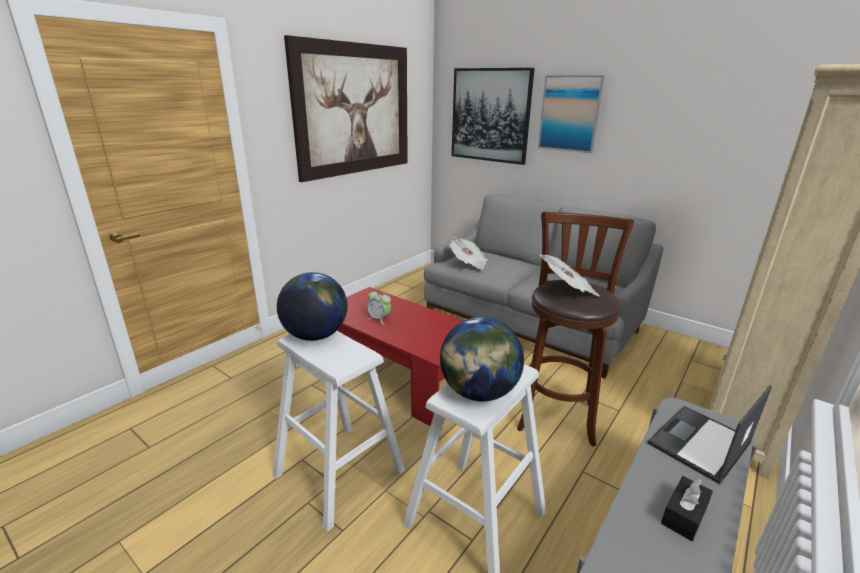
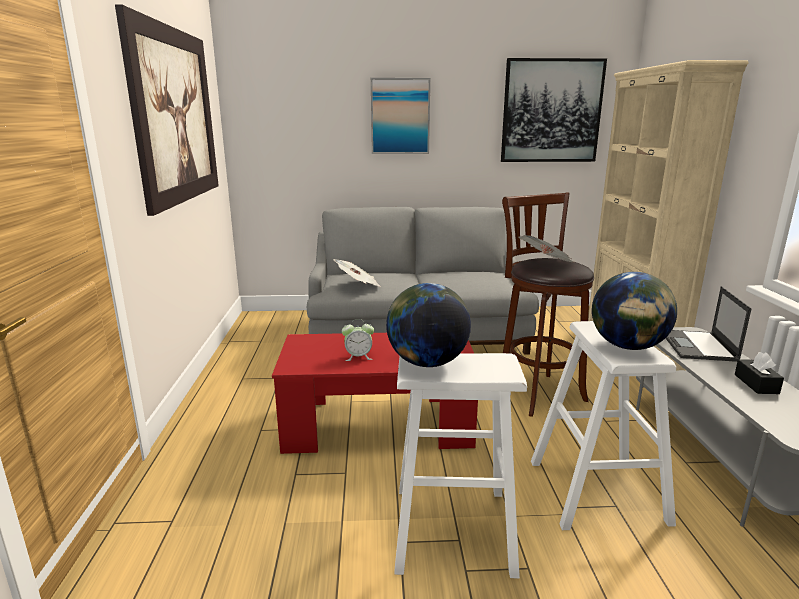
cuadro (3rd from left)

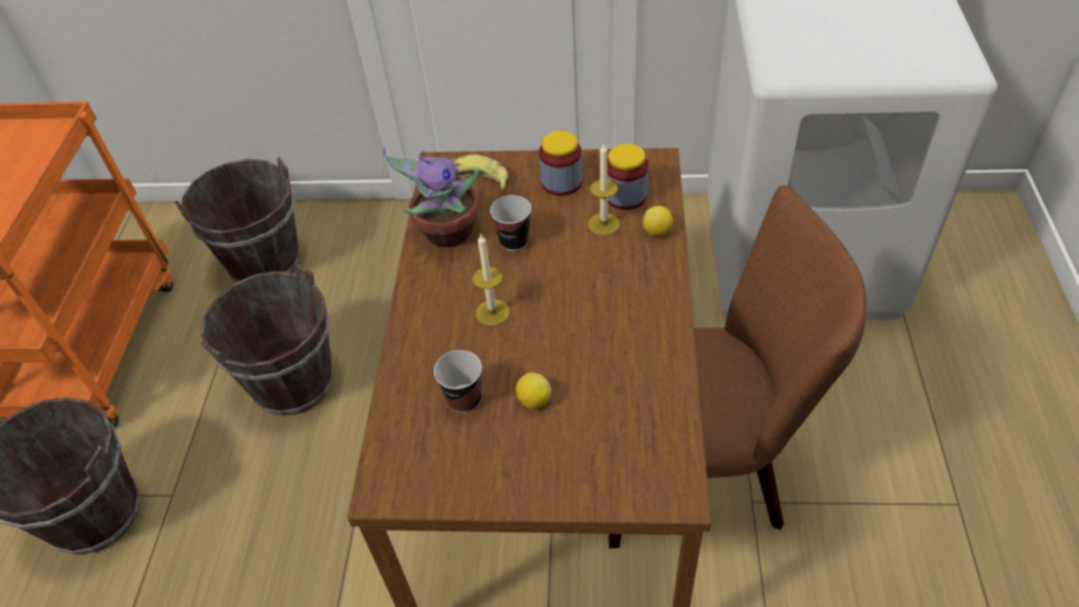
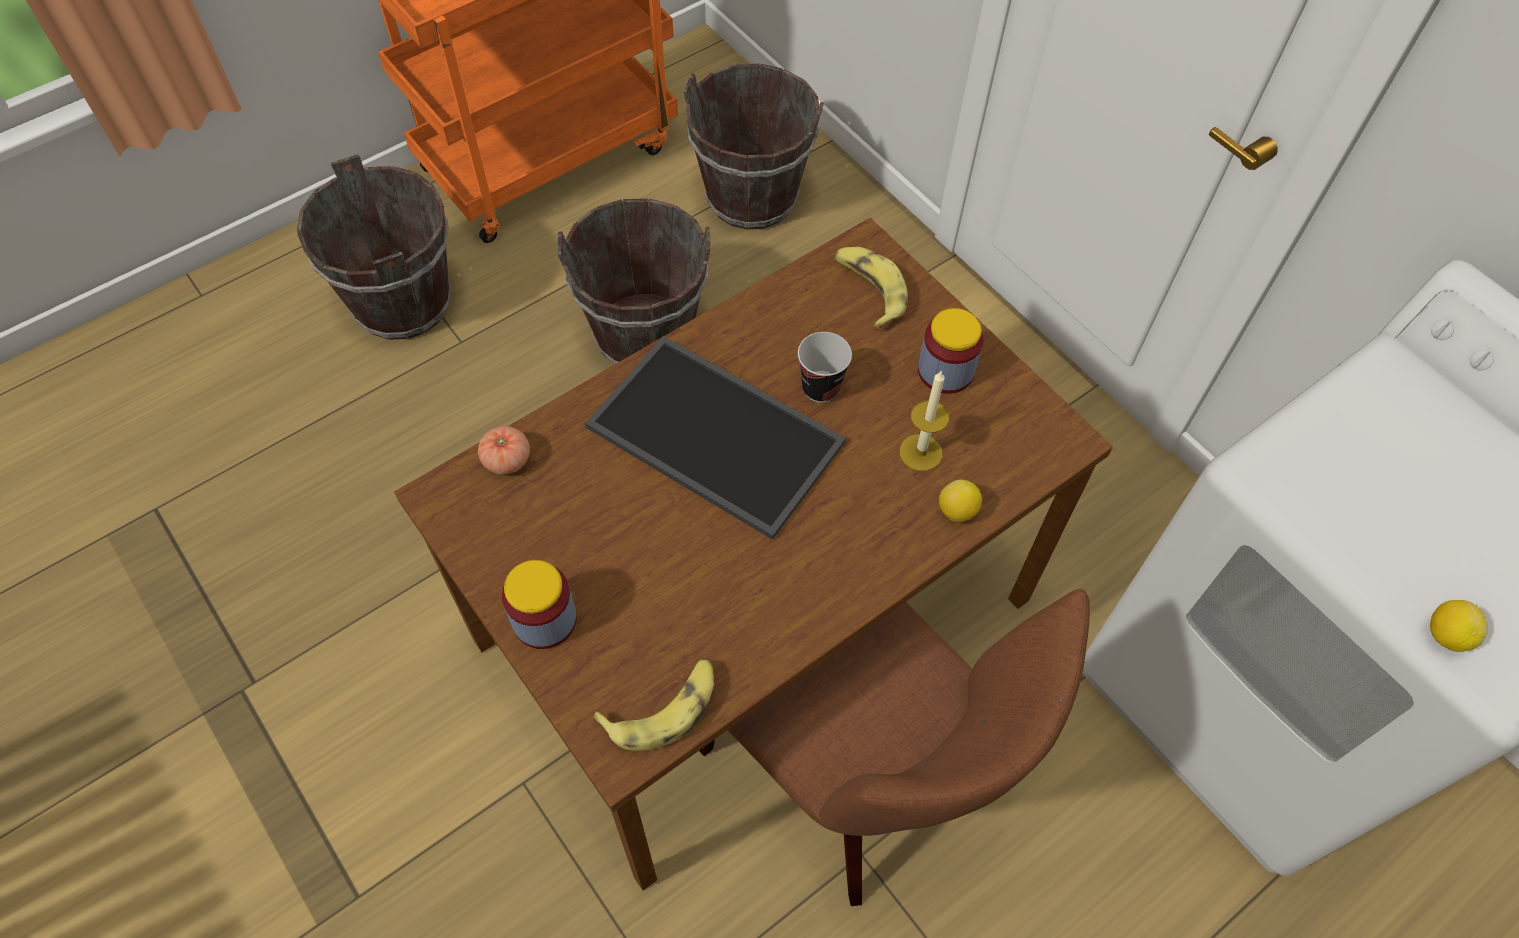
tarro (1st from left)
planta en maceta
bandeja
taza (1st from left in the first image)
limón (2nd from left)
tomate
plátano (1st from left)

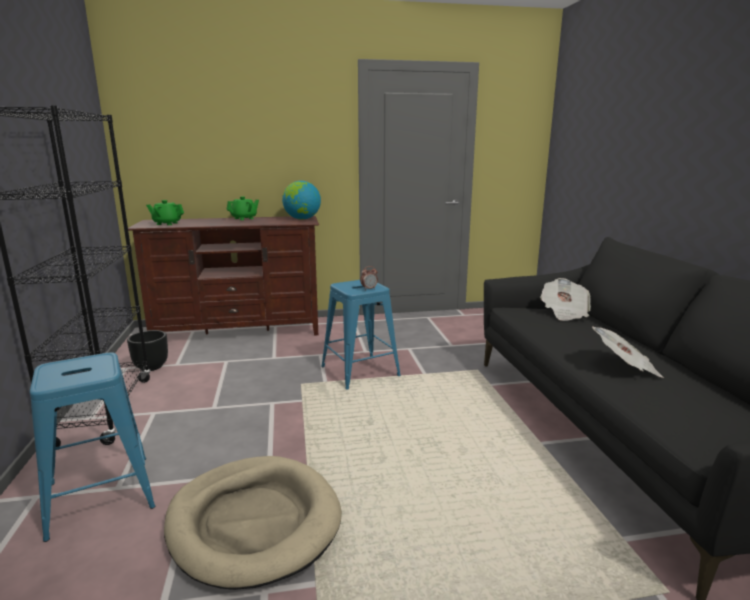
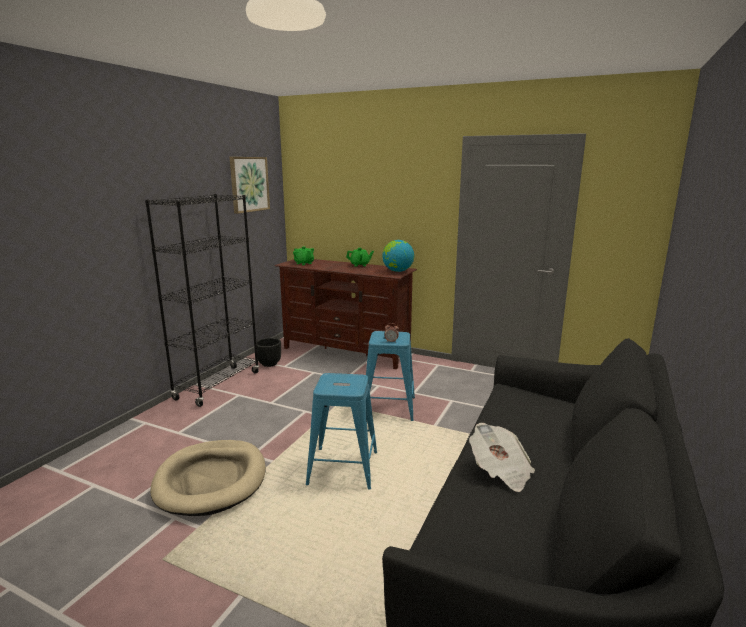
periódico (1st from left in the first image)
taburete/azul (1st from left)
cuadro

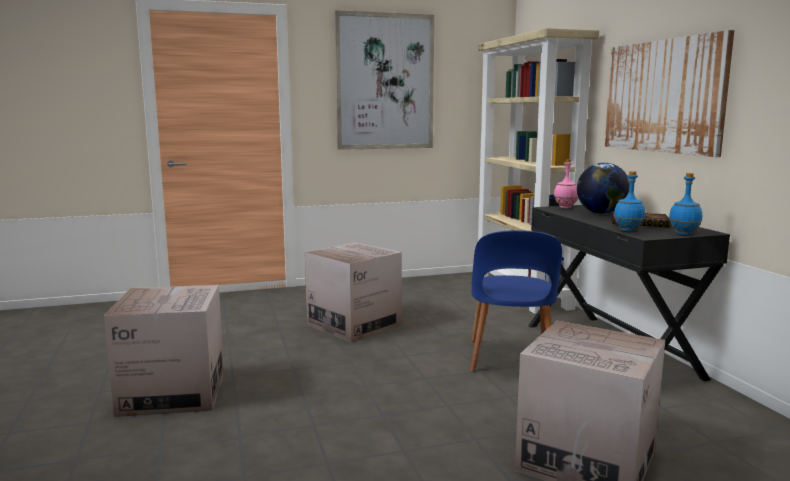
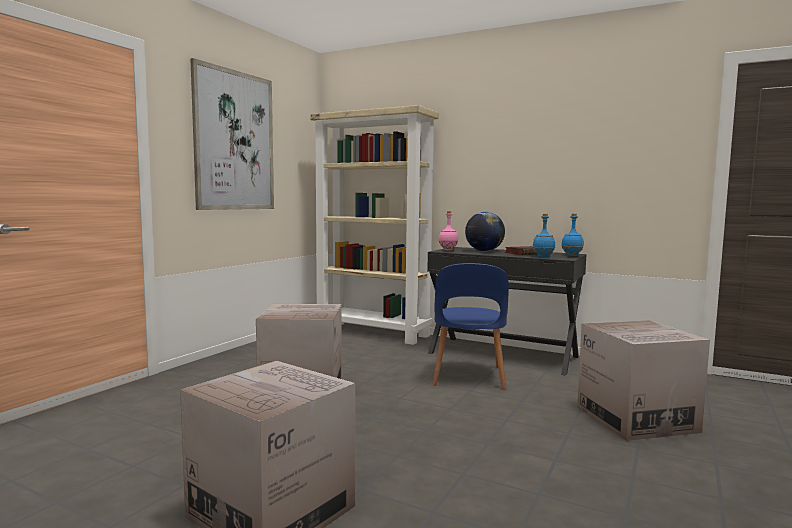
cuadro (2nd from left in the first image)
silla/azul

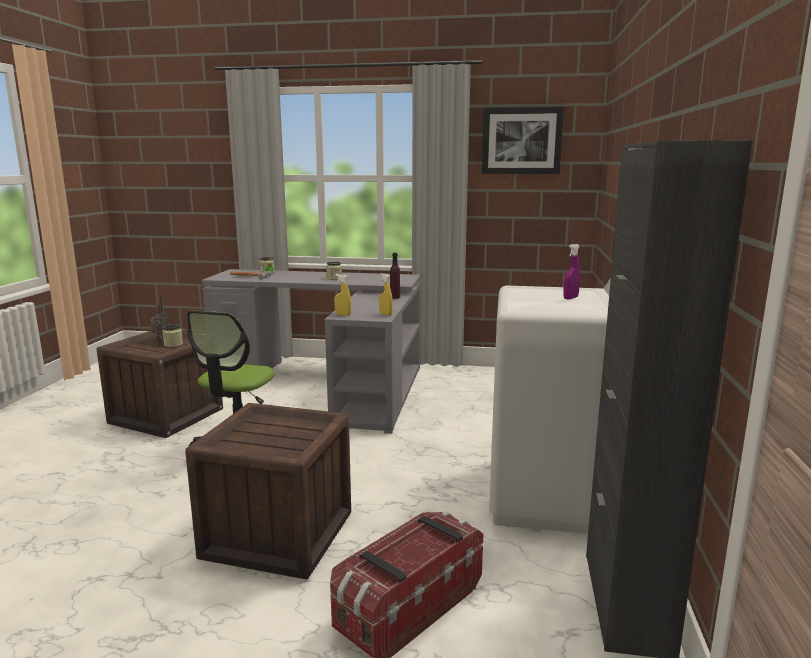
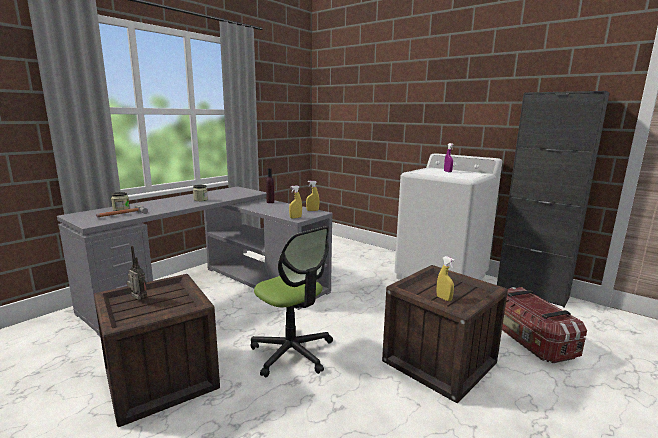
cuadro
tarro (1st from left in the first image)
pulverizador/amarillo (3rd from left)

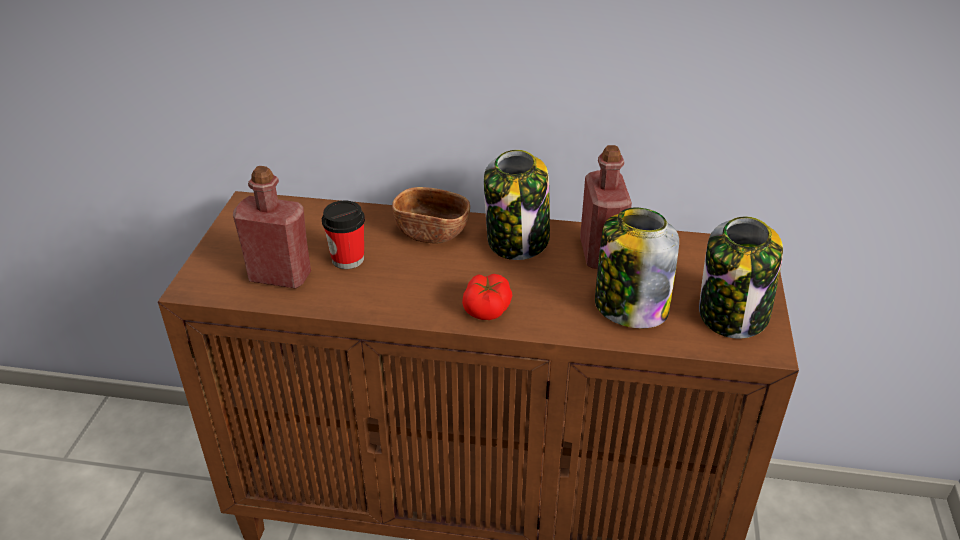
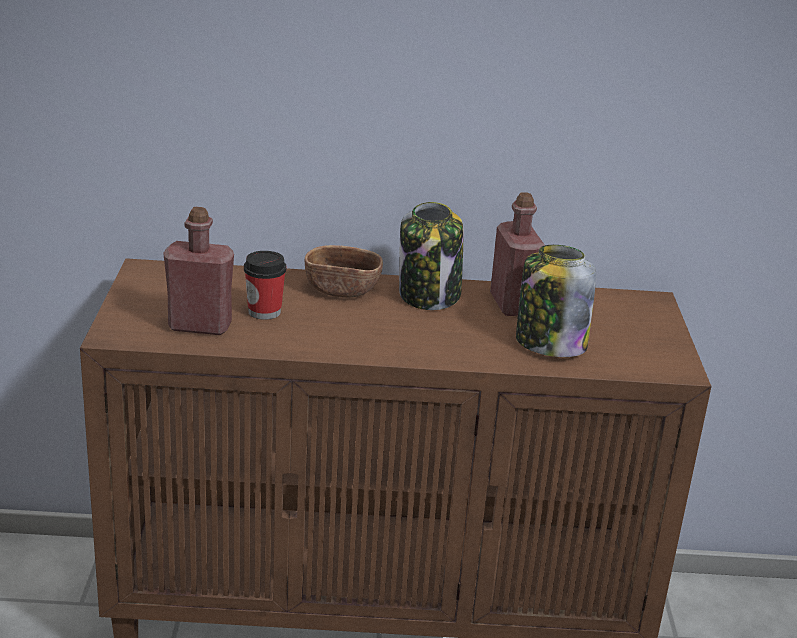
tarro (3rd from left in the first image)
tomate

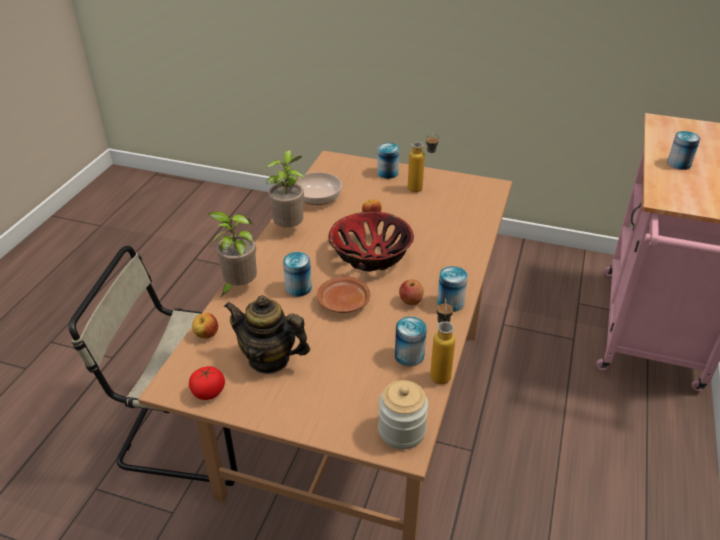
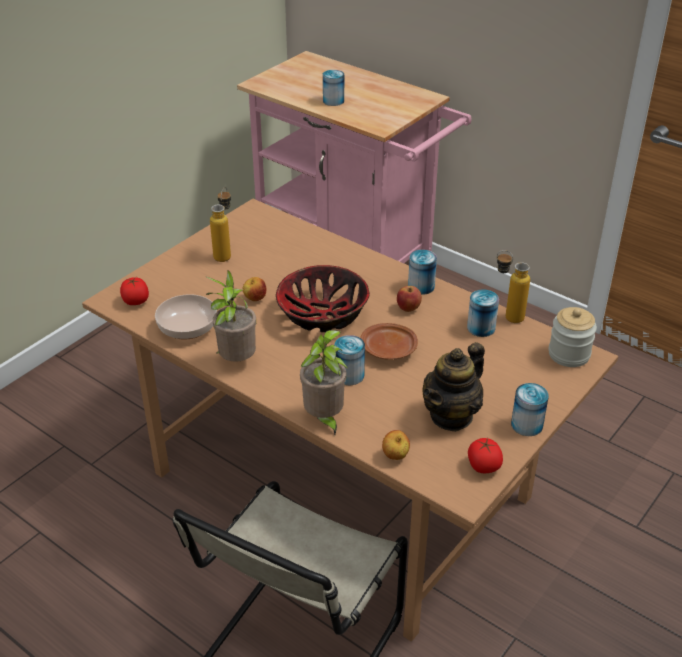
lata (5th from left)
tomate (1st from left)

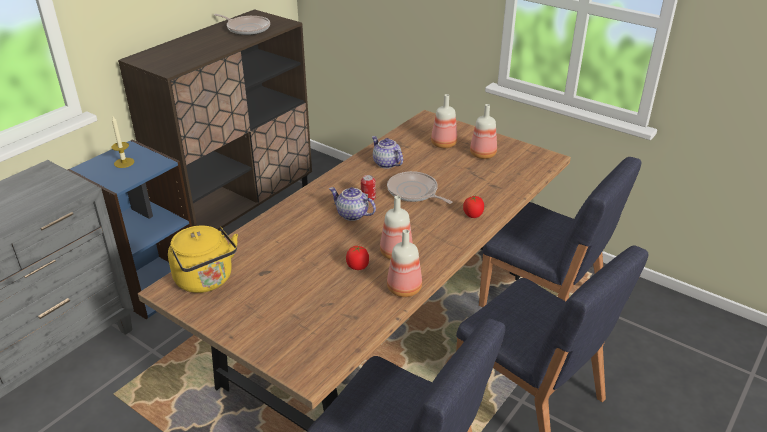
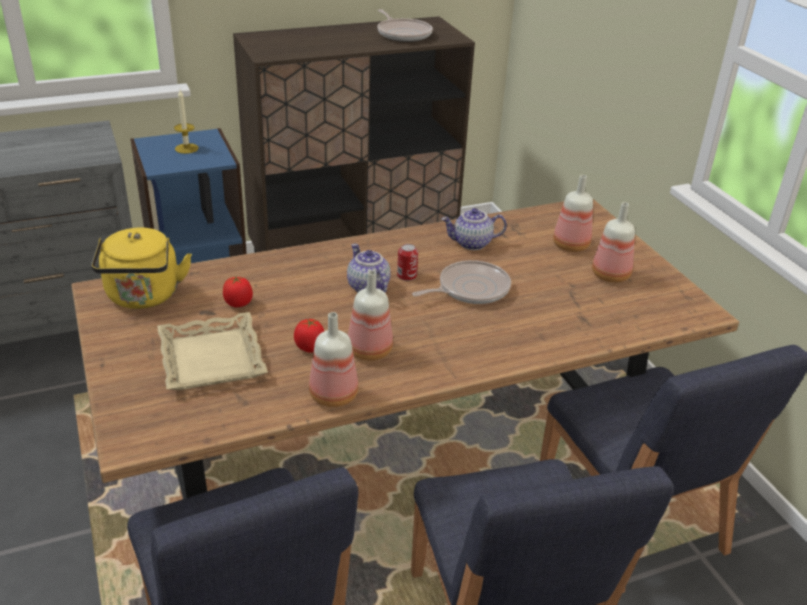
tetera (2nd from left)
sartén (2nd from left)
tomate (1st from left)
bandeja/beis

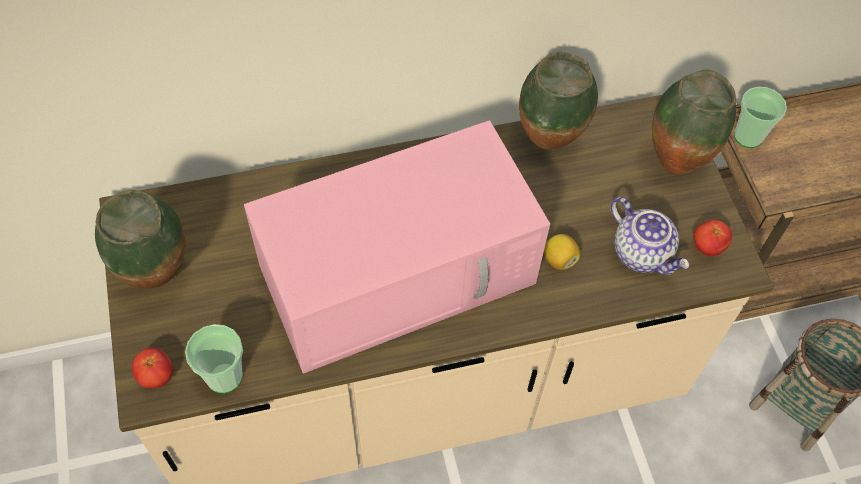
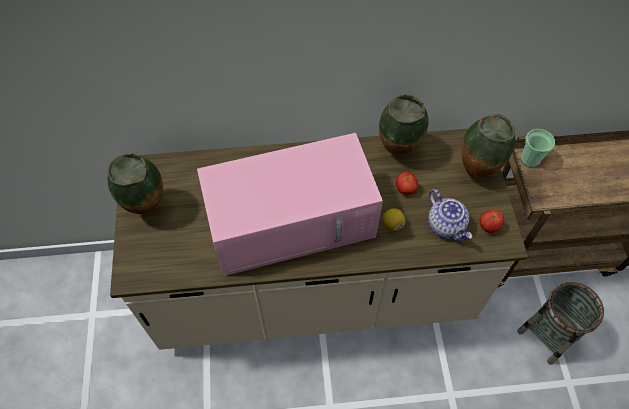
taza (1st from left in the first image)
tomate (1st from left)

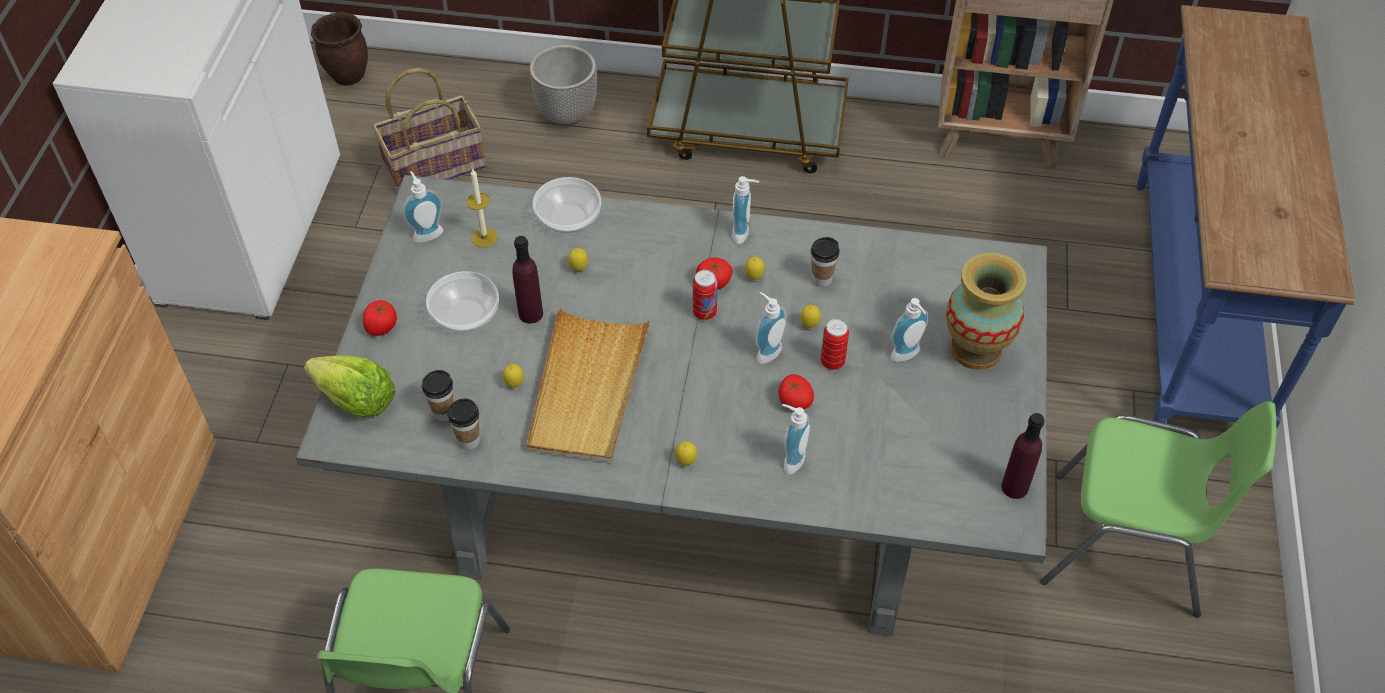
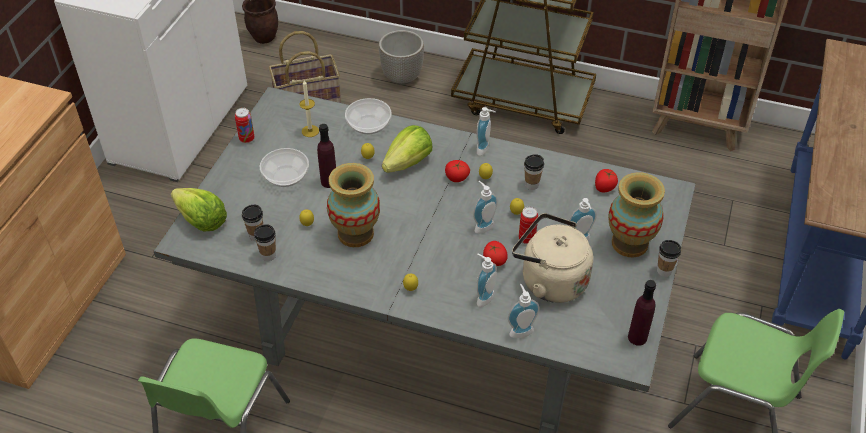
dispensador de jabón (4th from left)
lata (1st from left)
tomate (3rd from left)
florero (1st from left)
lechuga (2nd from left)
hervidor/beis
taza (4th from left)

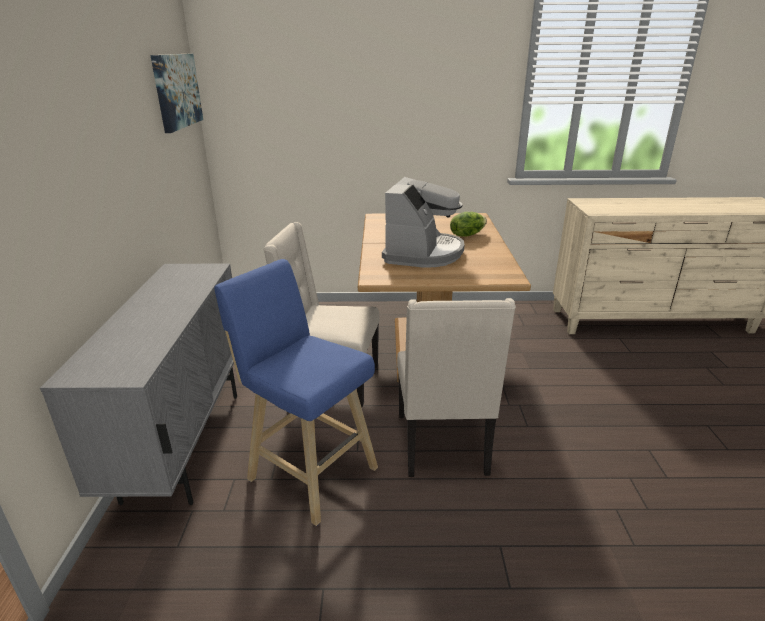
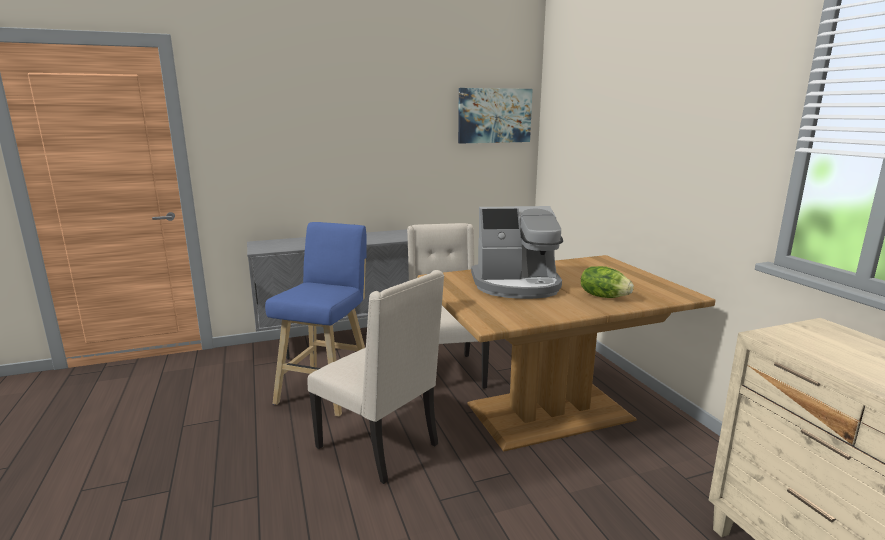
silla/beis (1st from left)

